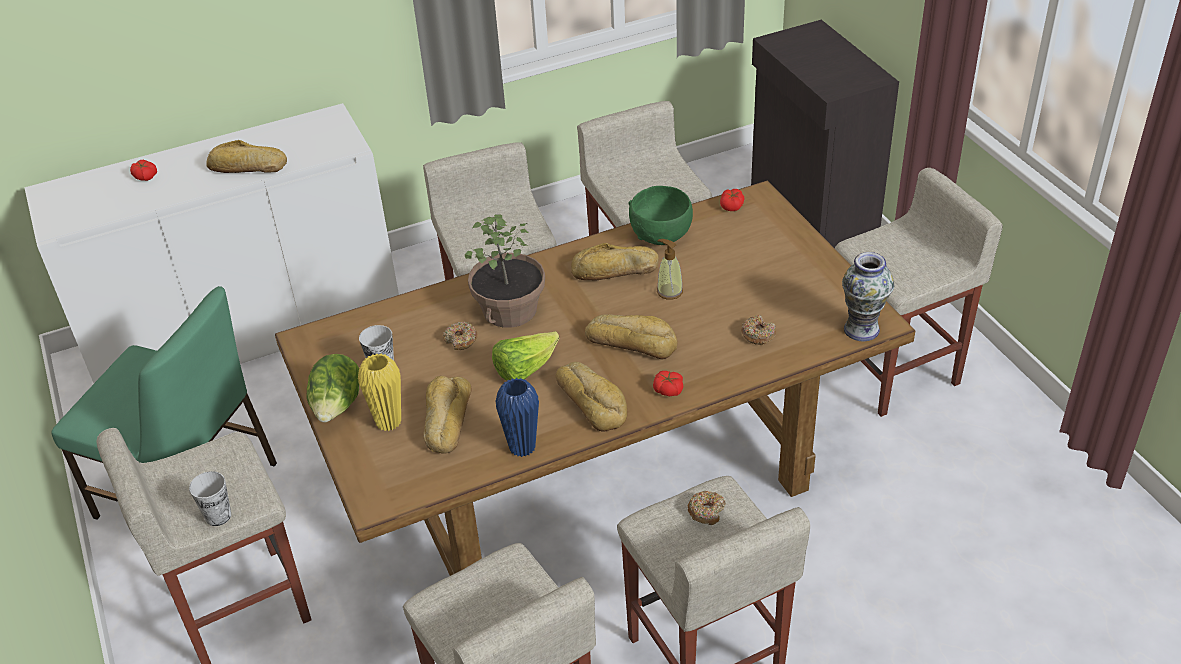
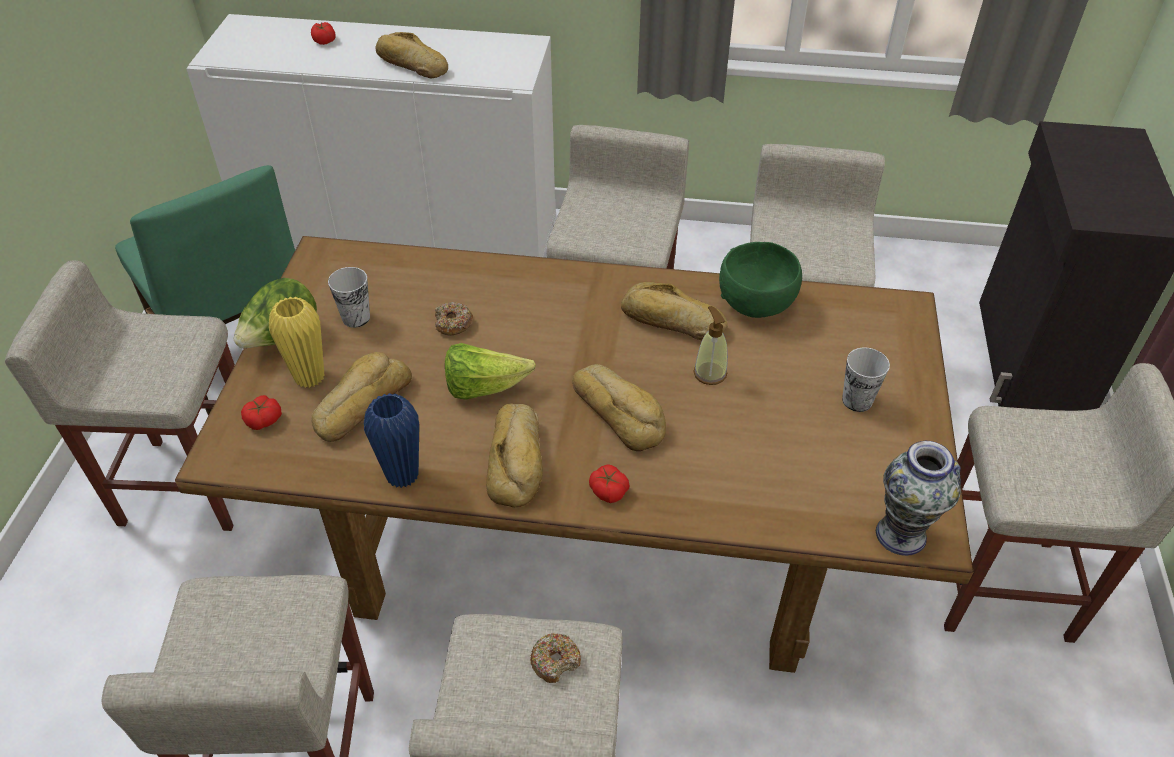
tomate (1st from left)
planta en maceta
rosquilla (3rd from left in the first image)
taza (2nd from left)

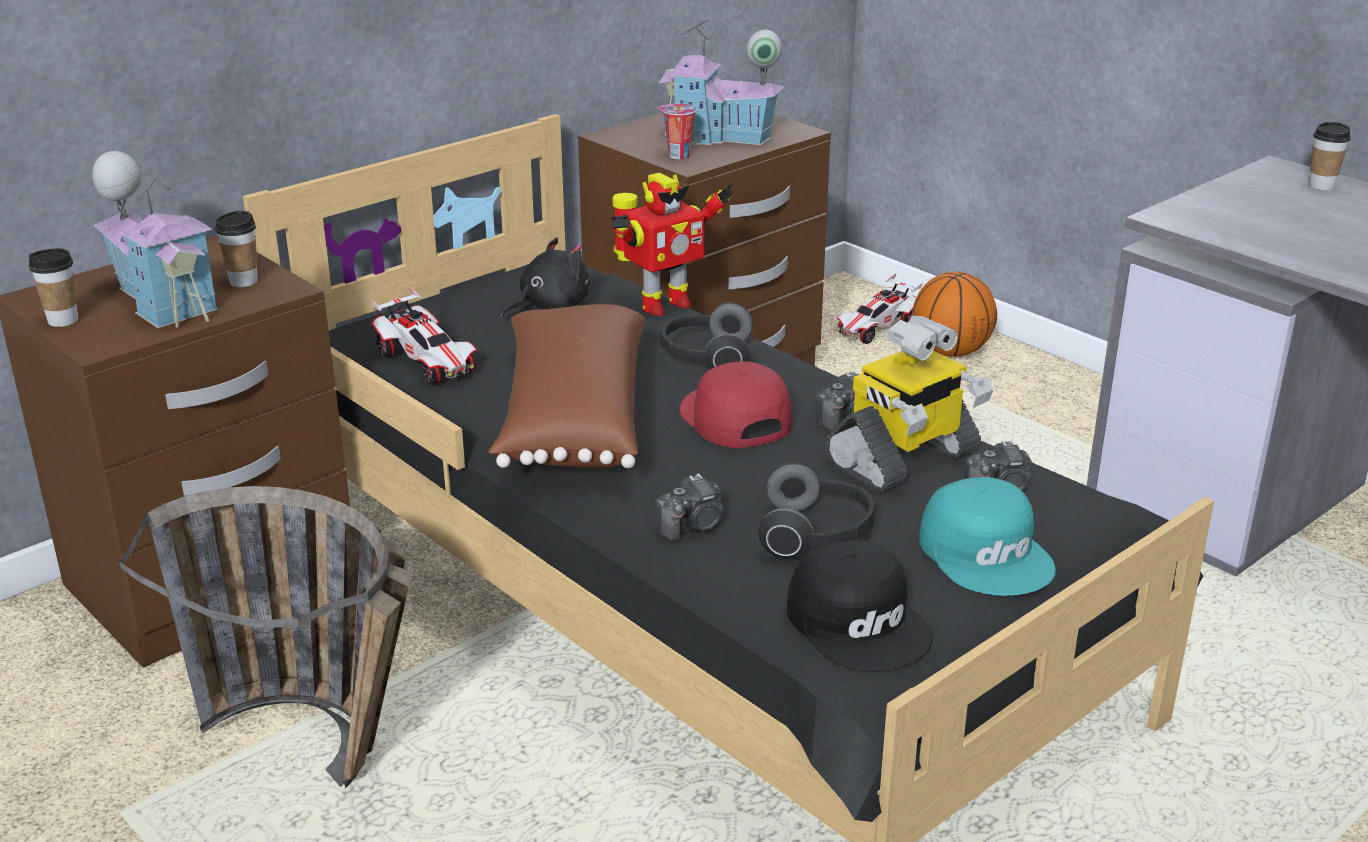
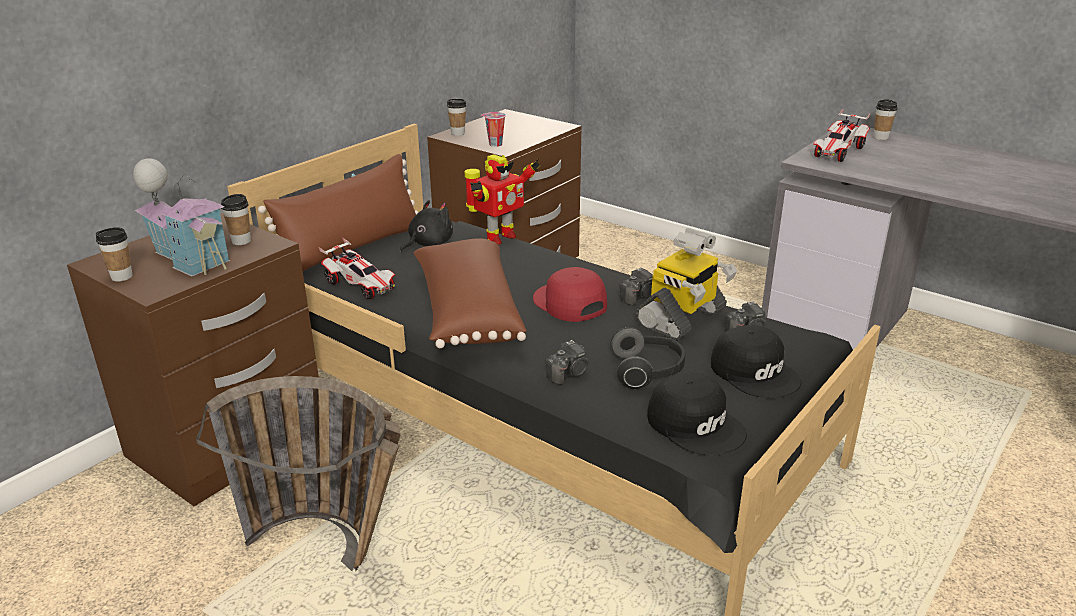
casita (2nd from left in the first image)
balón de baloncesto
coche de juguete (2nd from left)
auriculares (1st from left in the first image)
gorra/negro (2nd from left)
taza (3rd from left)
cojín/marrón (1st from left)

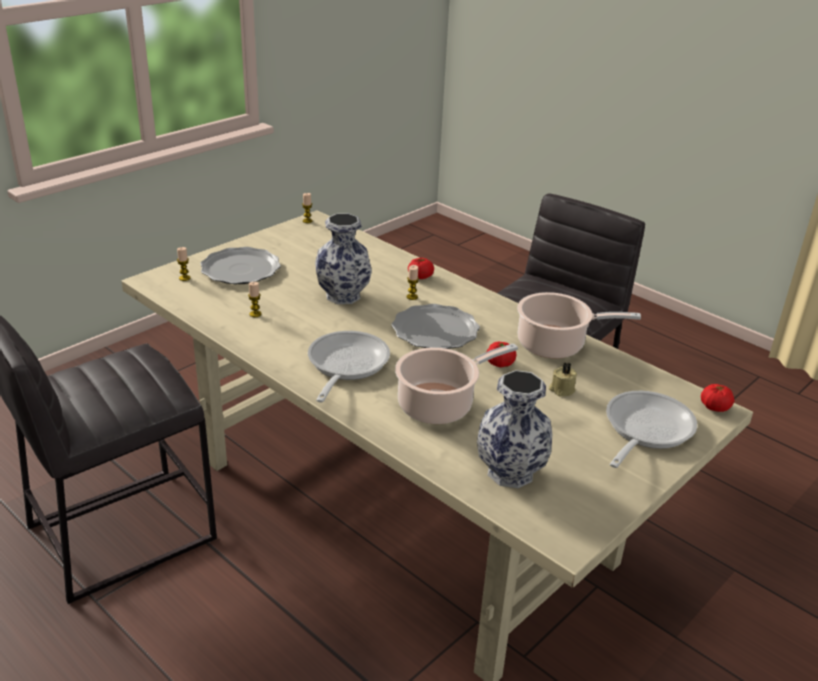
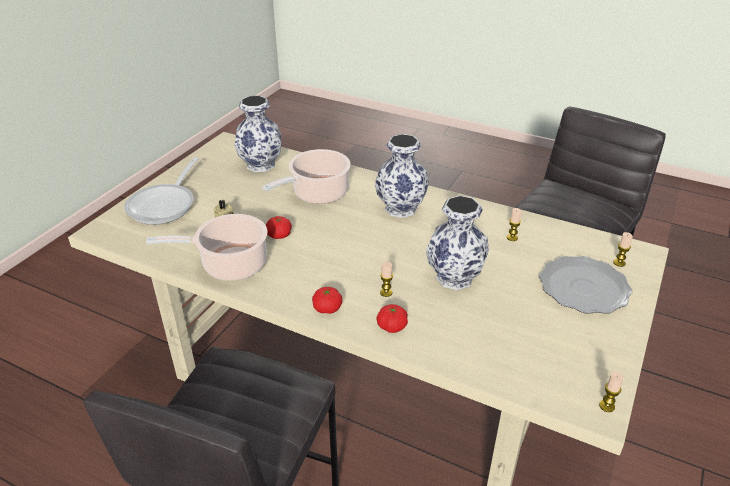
plato (2nd from left in the first image)
florero (2nd from left)
tomate (2nd from left)

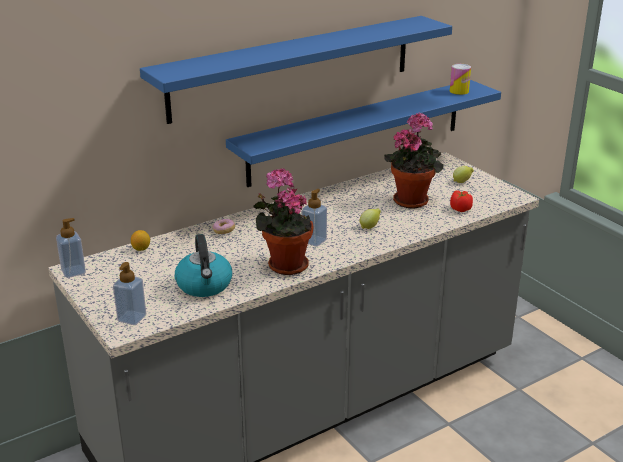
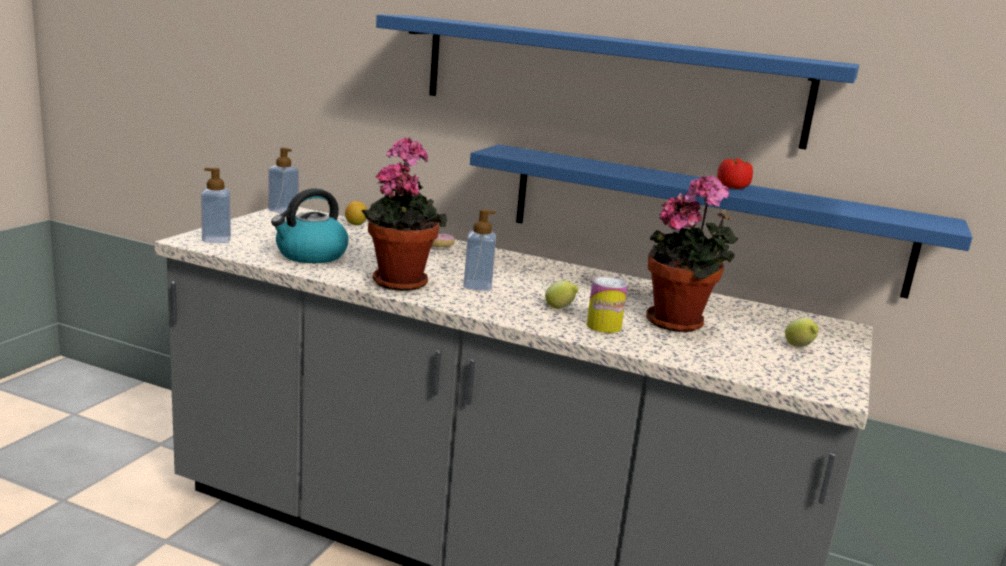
lata
tomate

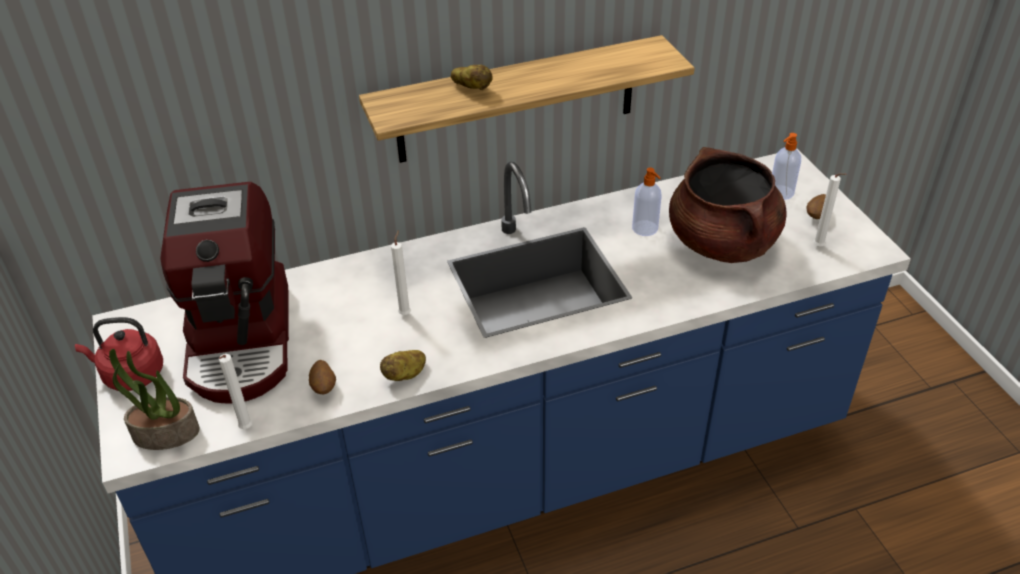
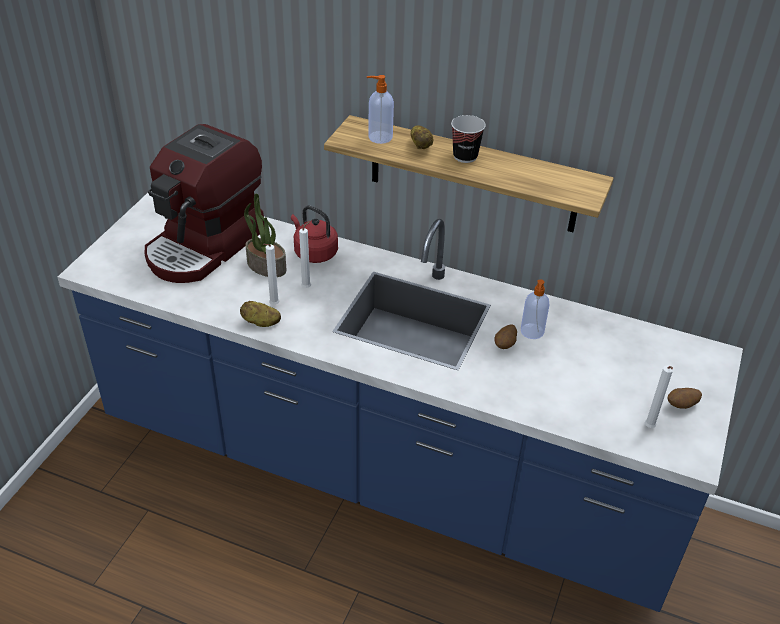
dispensador de jabón (1st from left)
olla/marrón
hervidor/rojo
planta en maceta
vela/blanco (1st from left)
patata (3rd from left)
taza

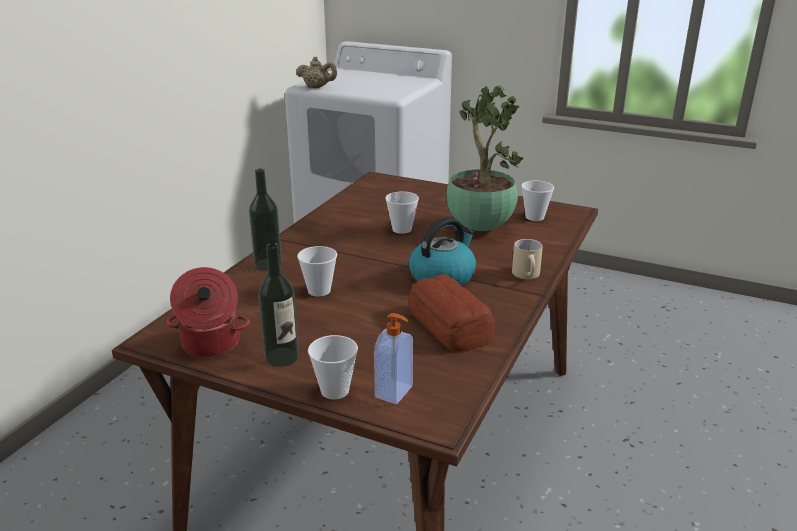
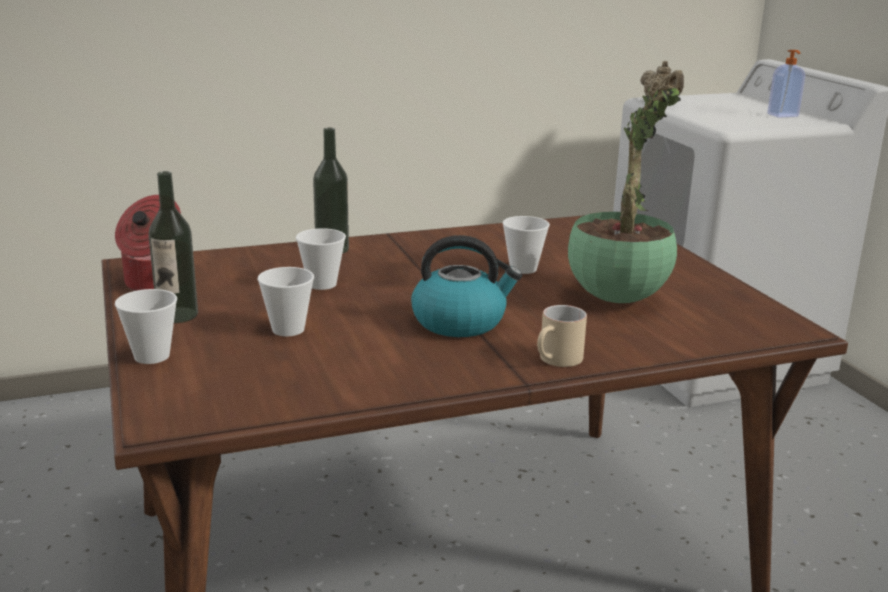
taza (2nd from left)
pan
dispensador de jabón

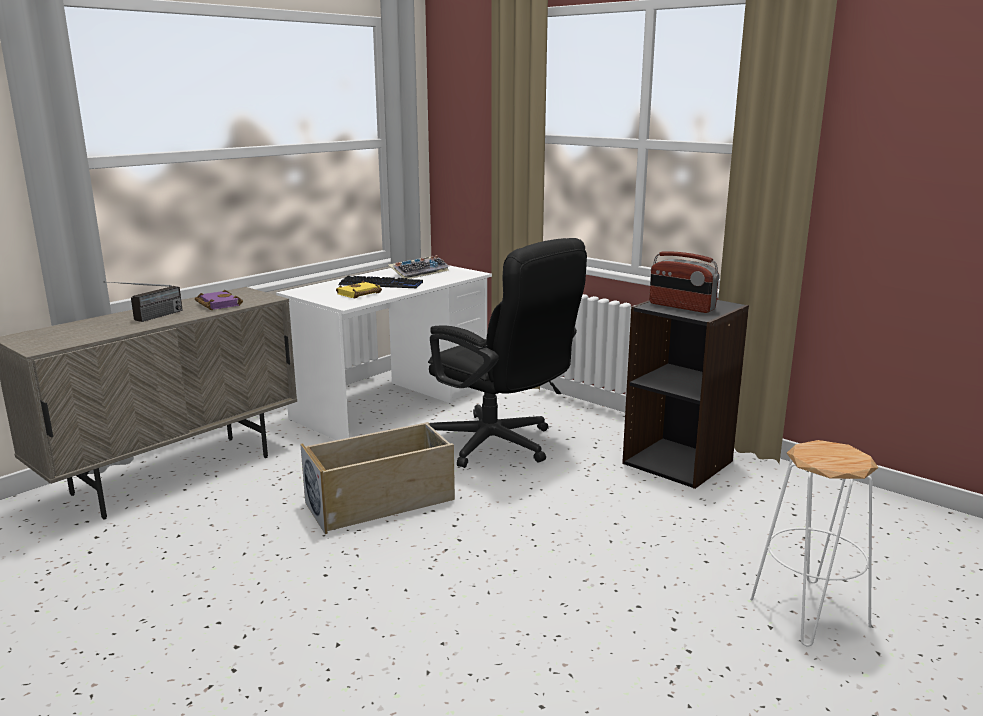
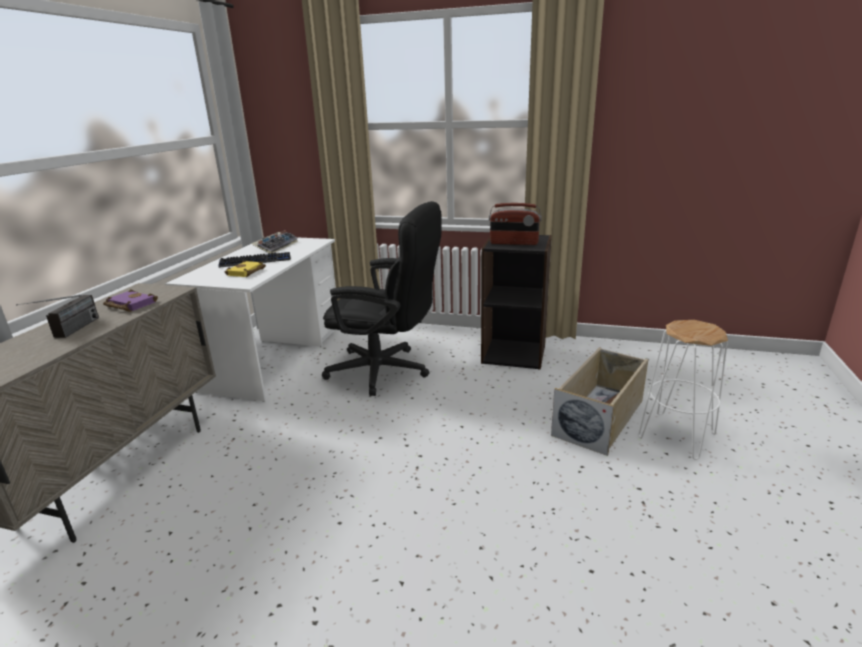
caja de almacenaje/beis

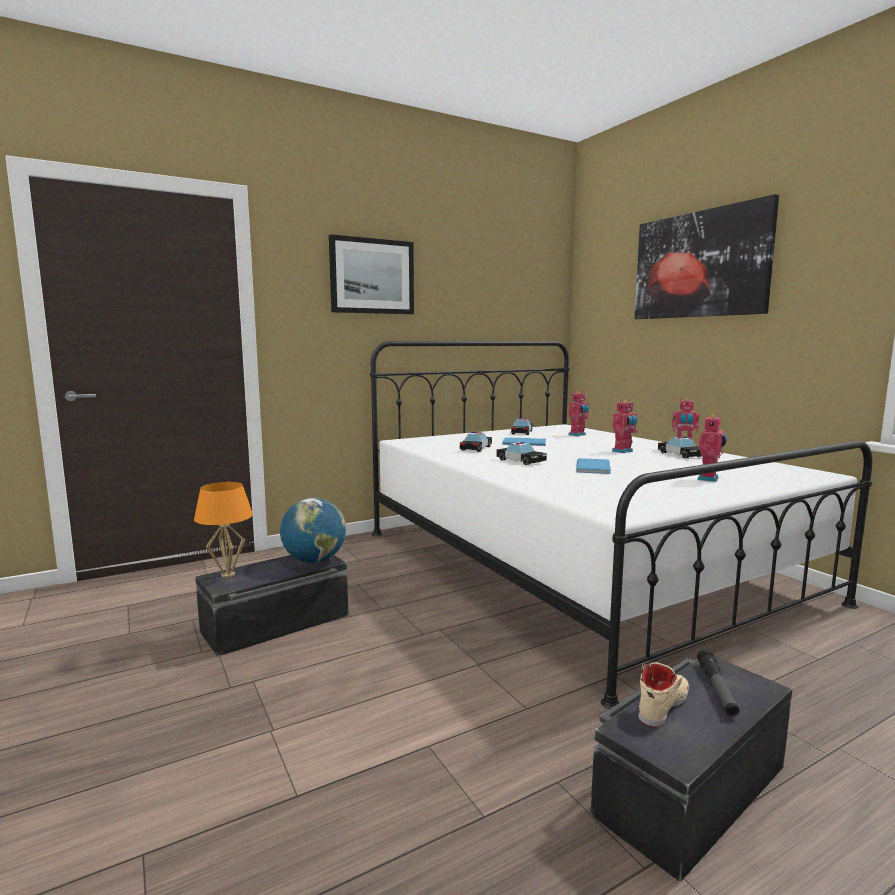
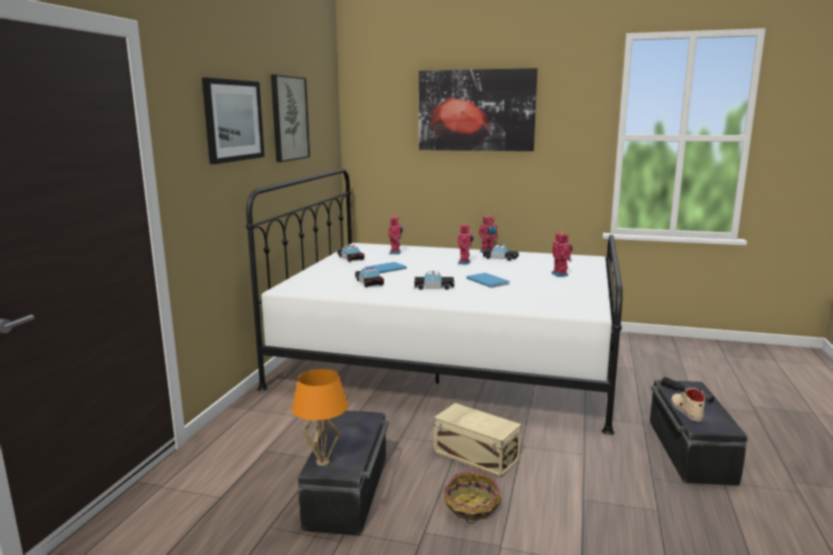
globo terráqueo
cuadro (2nd from left)
caja de almacenaje/beis
cesta

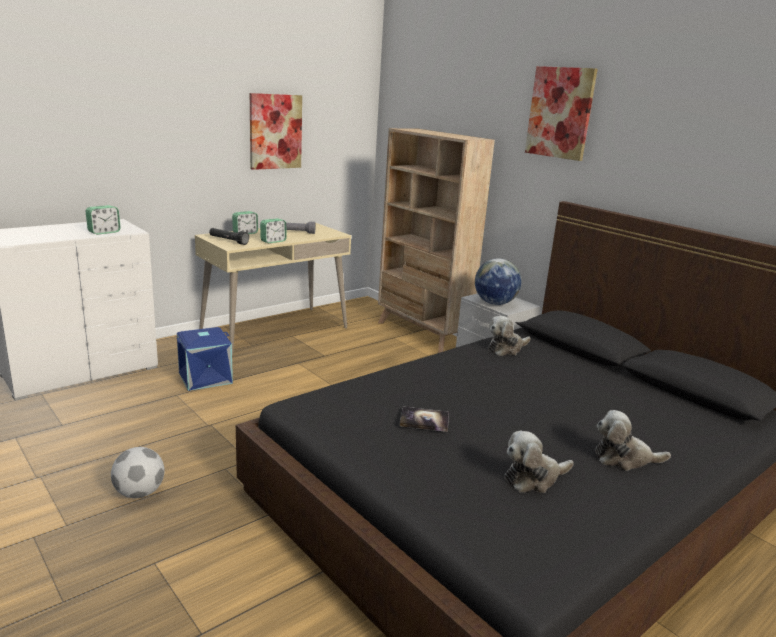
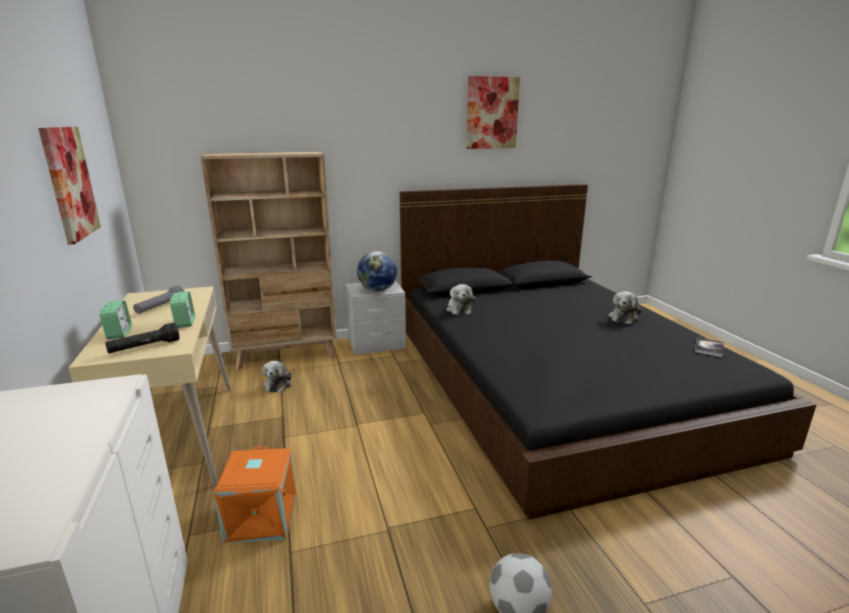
cuadro (2nd from left)
despertador (1st from left in the first image)
caja de almacenaje/naranja
libro
peluche (1st from left)

